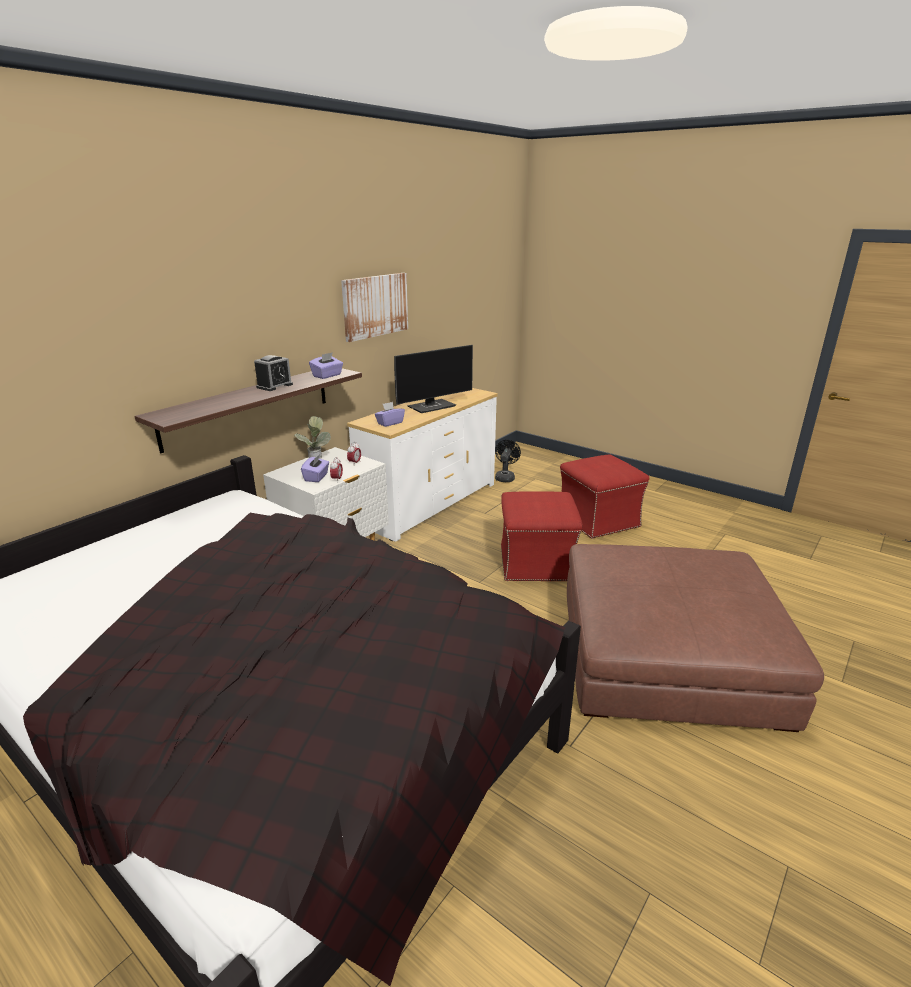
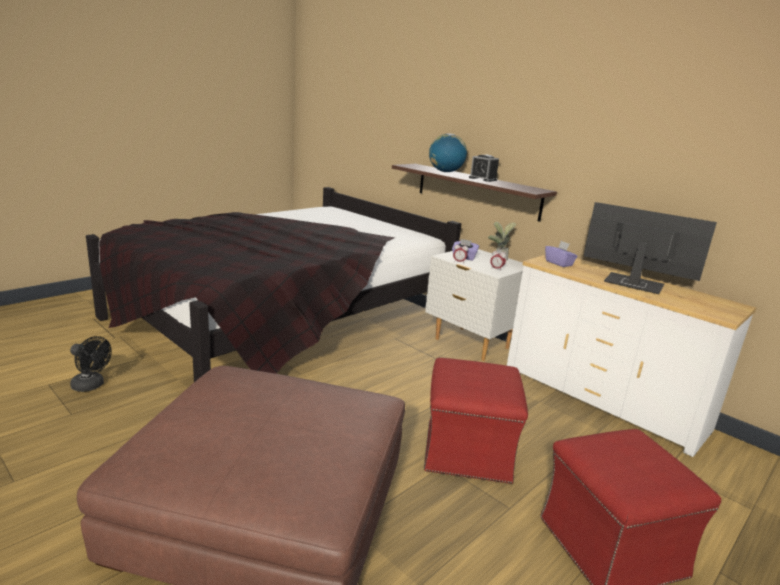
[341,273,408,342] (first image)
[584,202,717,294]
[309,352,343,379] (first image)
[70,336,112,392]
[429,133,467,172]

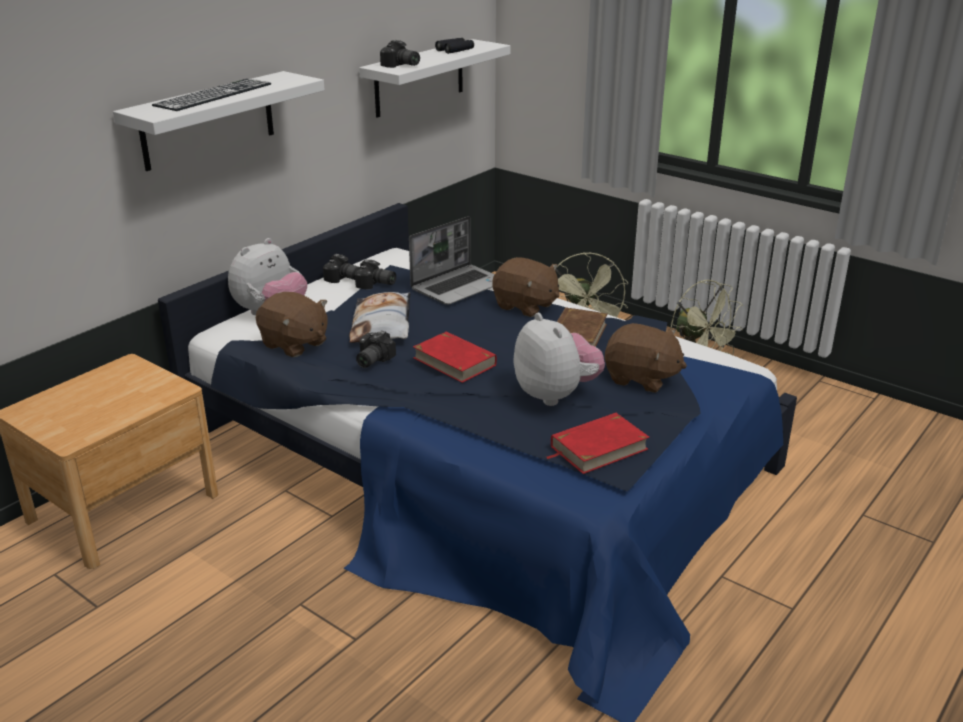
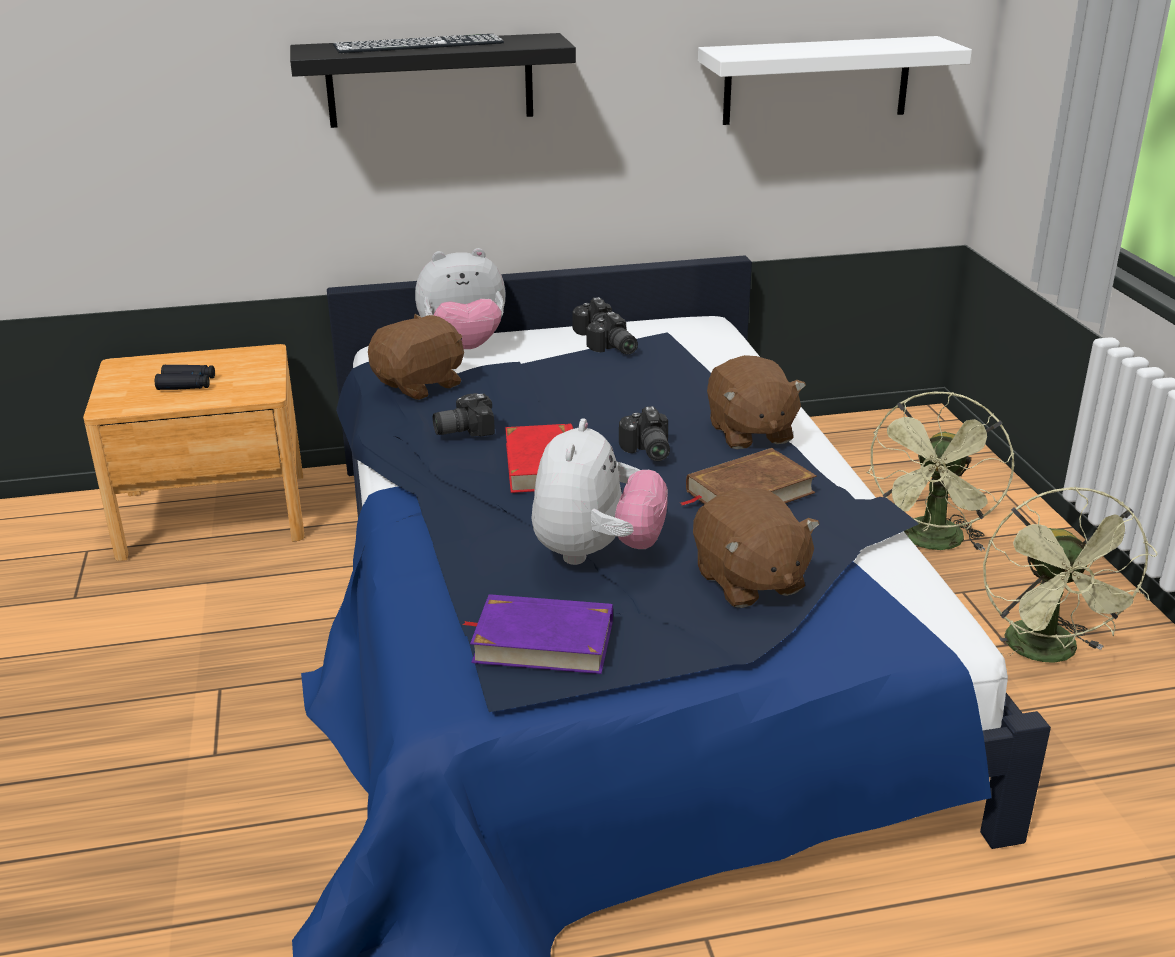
[155,365,215,390]
[619,406,670,461]
[290,33,576,128]
[409,216,495,305] (first image)
[368,314,464,400]
[349,292,410,343] (first image)
[462,594,613,674]

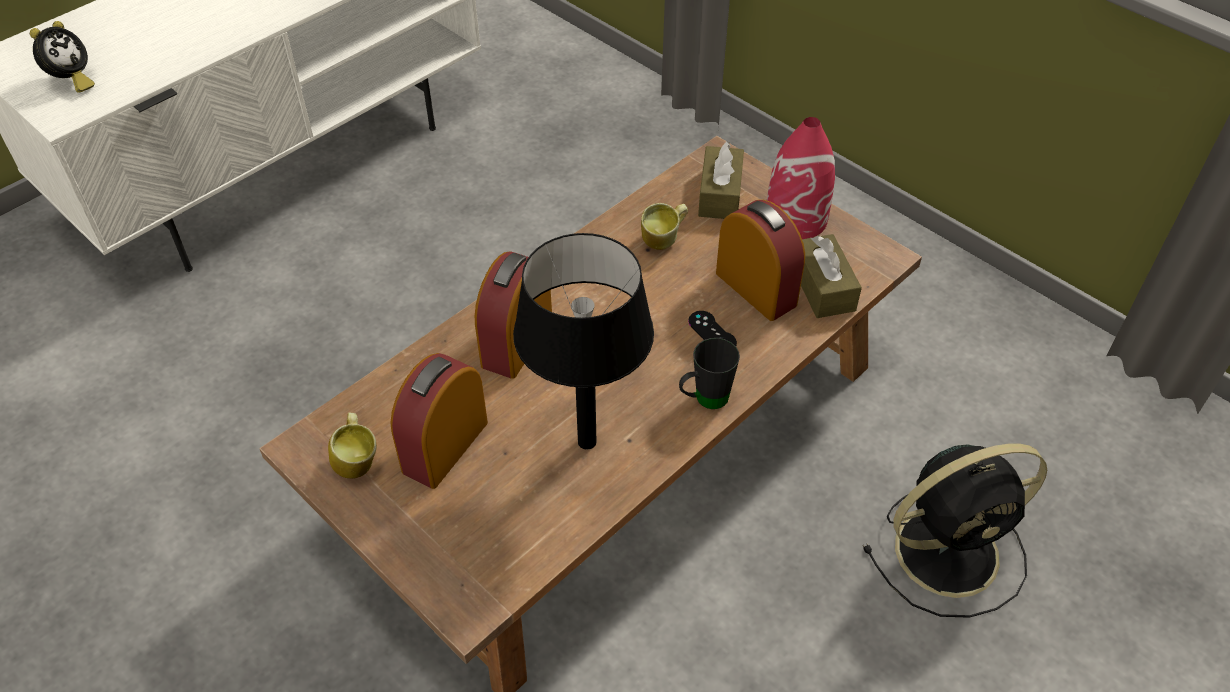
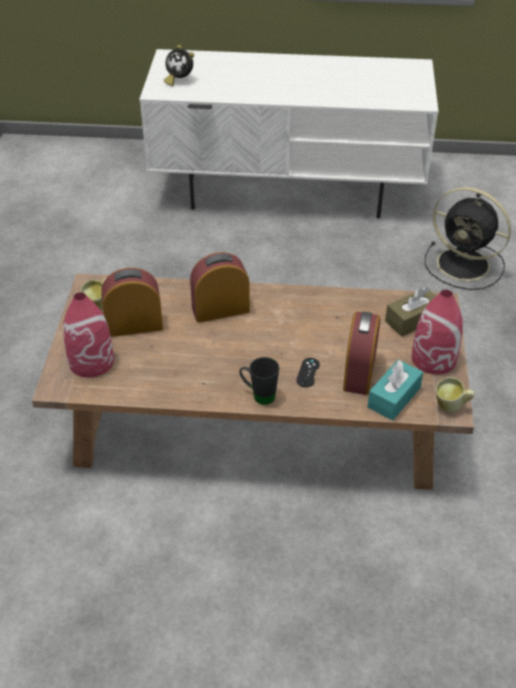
[164,45,194,86]
[436,377,475,412]
[513,233,654,449] (first image)
[368,360,423,420]
[425,187,511,290]
[63,292,114,378]

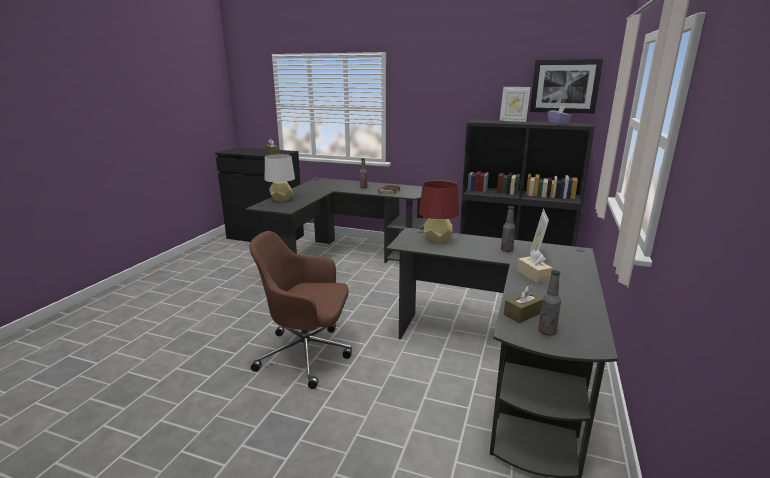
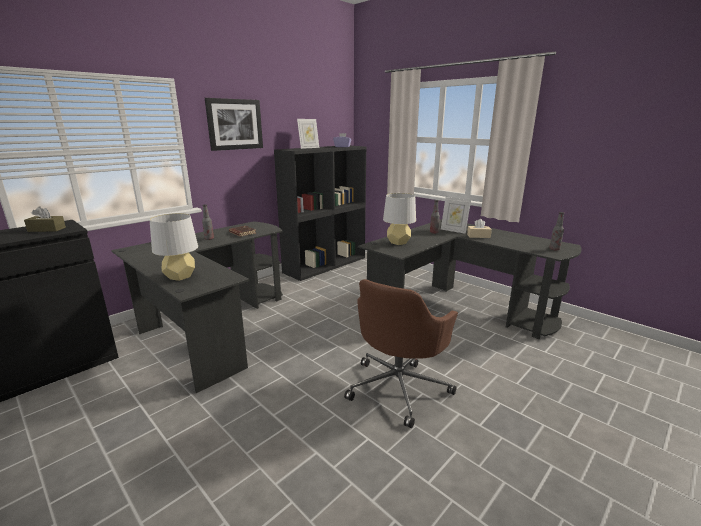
[205,98,263,151]
[383,193,416,245]
[504,285,543,323] (first image)

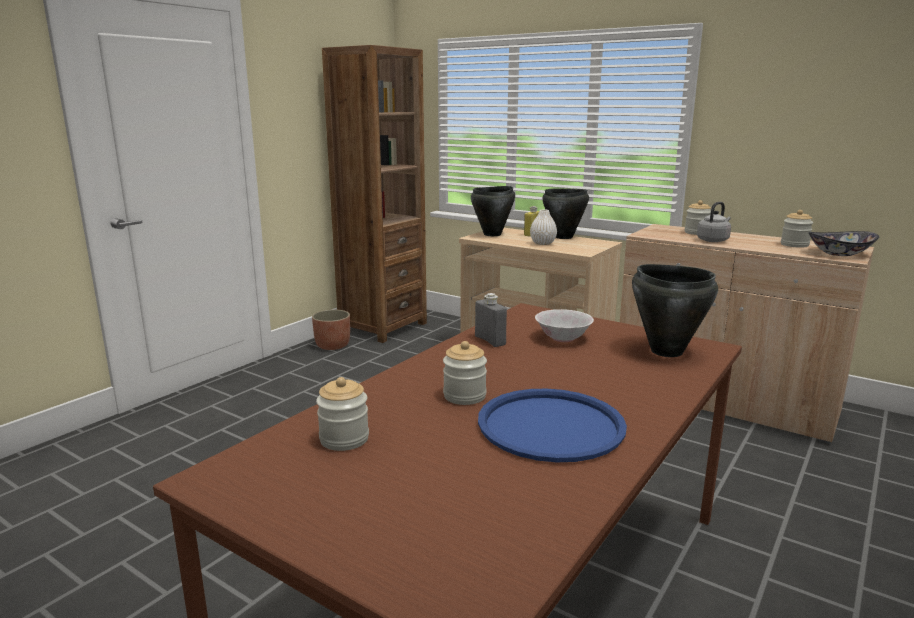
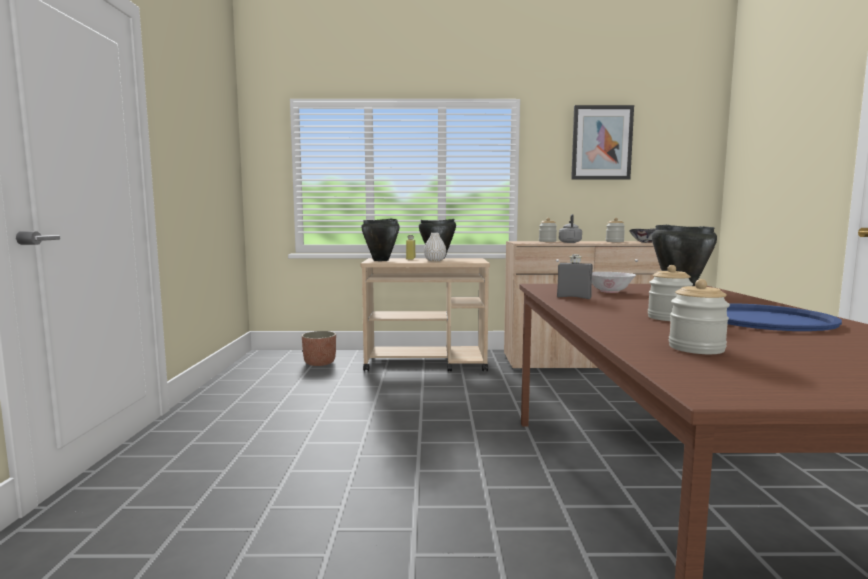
[322,45,427,343] (first image)
[302,331,336,366]
[571,105,634,180]

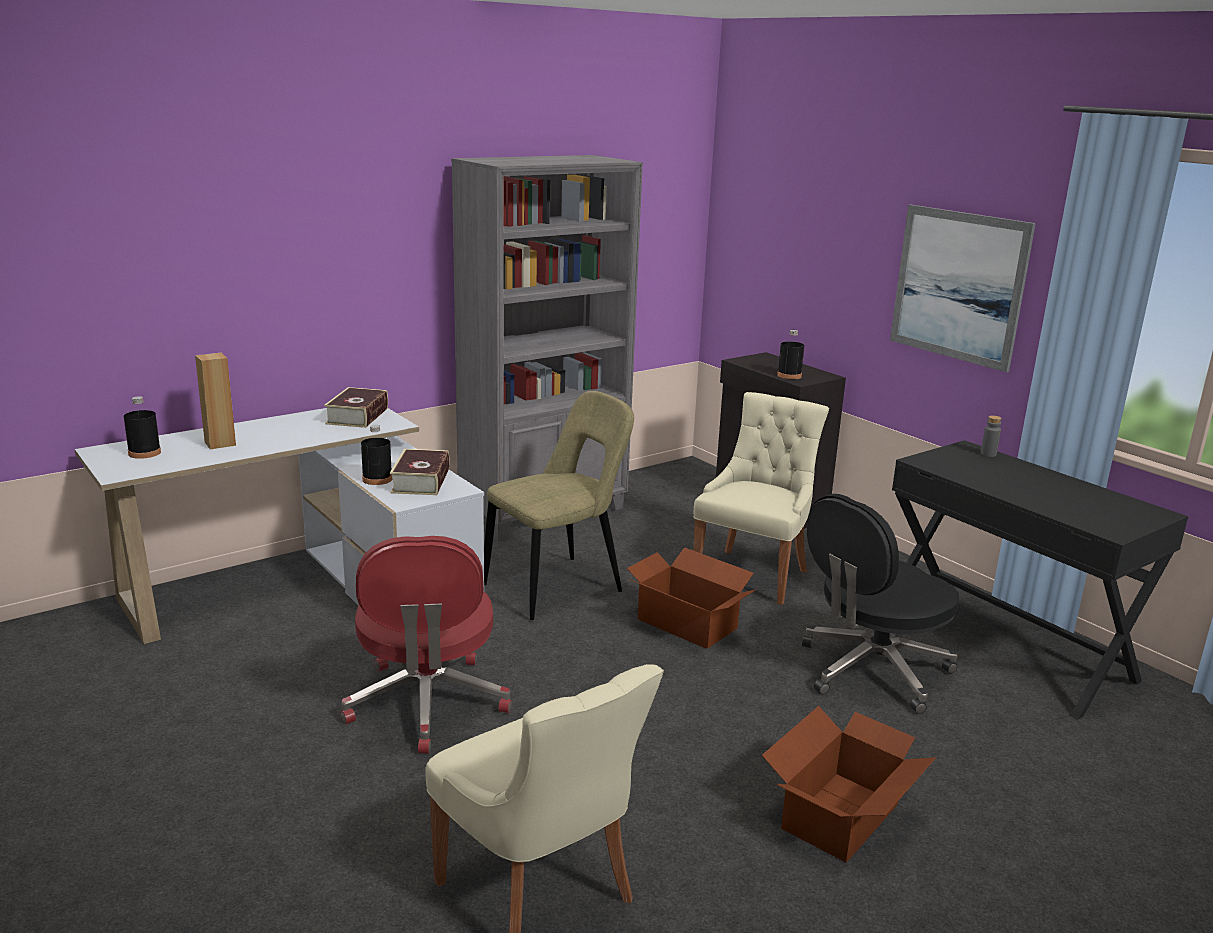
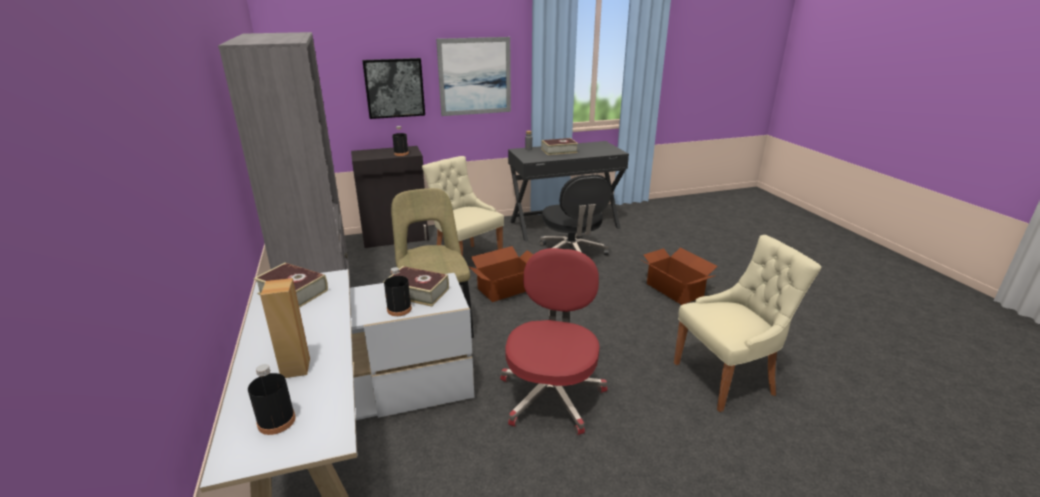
[500,248,607,435]
[362,58,425,119]
[541,138,578,155]

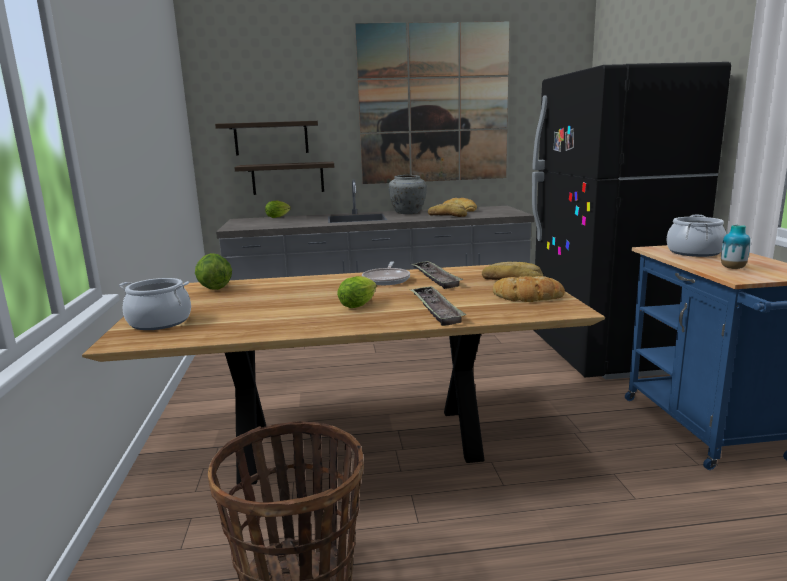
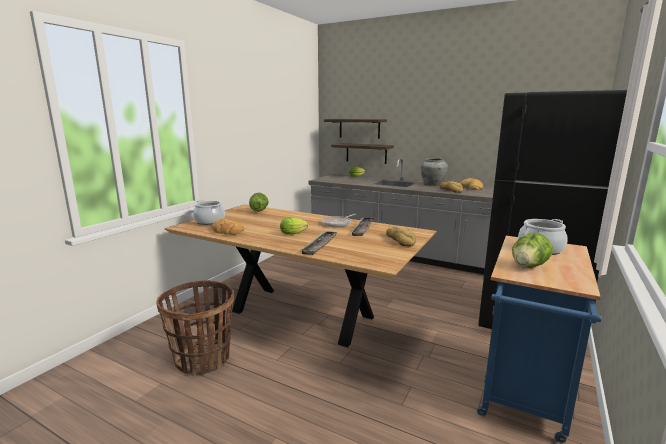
[355,21,510,184] (first image)
[512,233,553,268]
[212,218,244,235]

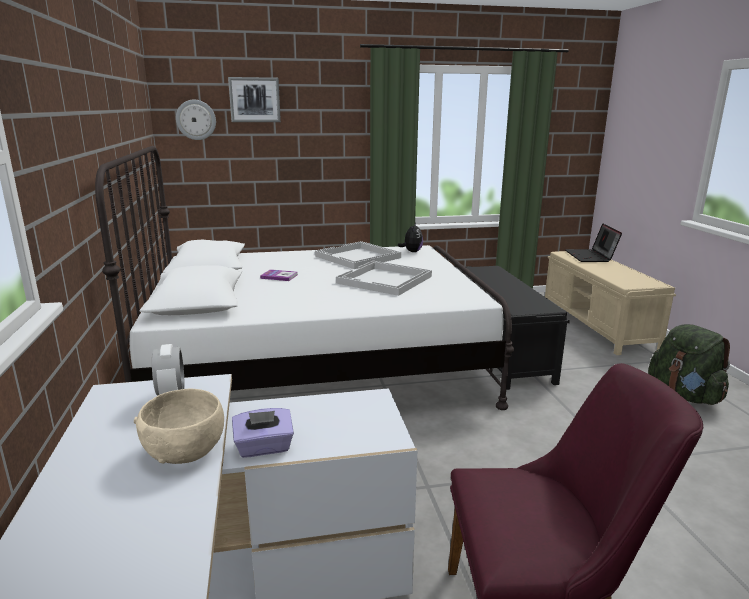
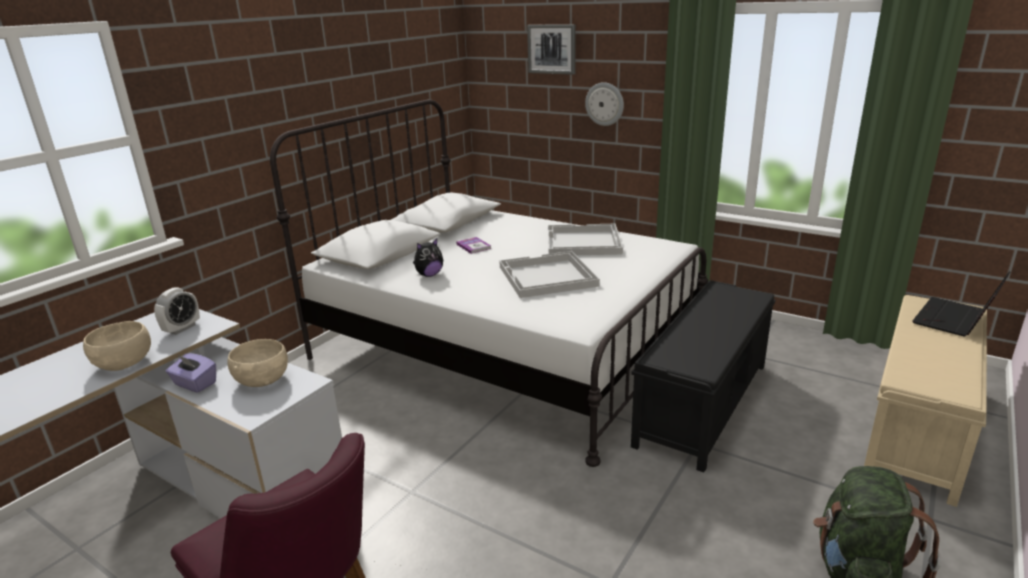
[585,82,624,126]
[413,238,443,277]
[227,339,288,387]

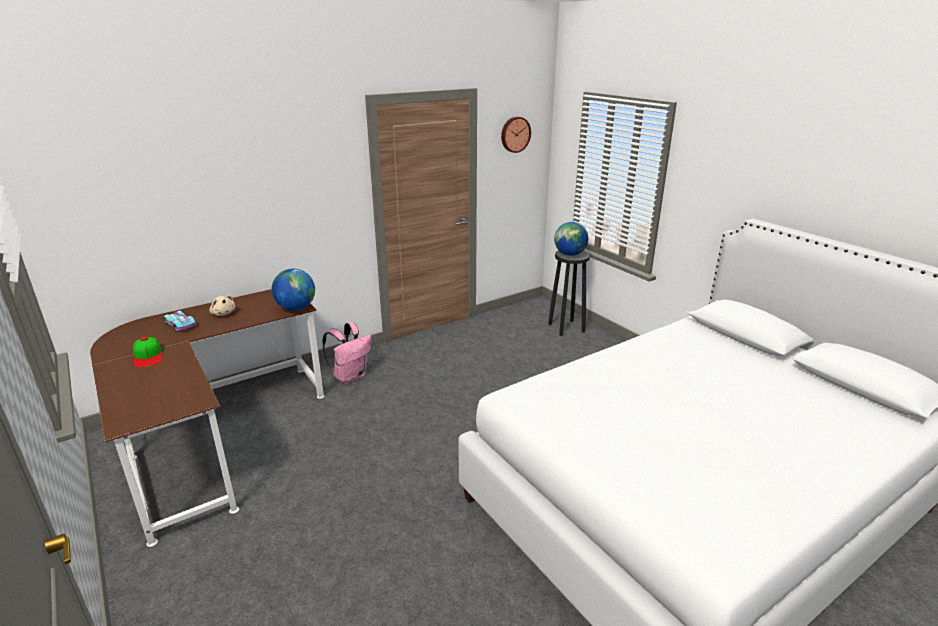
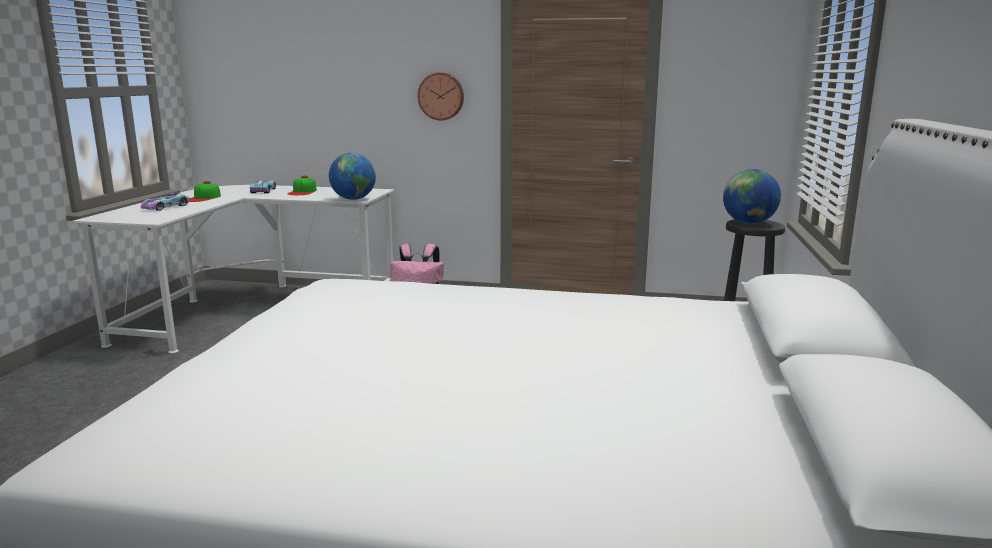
[417,72,464,120]
[72,185,394,353]
[288,176,317,195]
[141,192,190,211]

